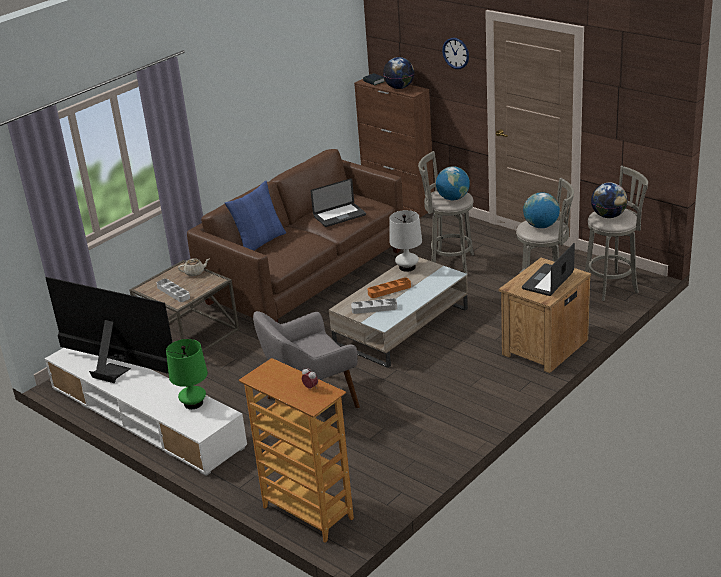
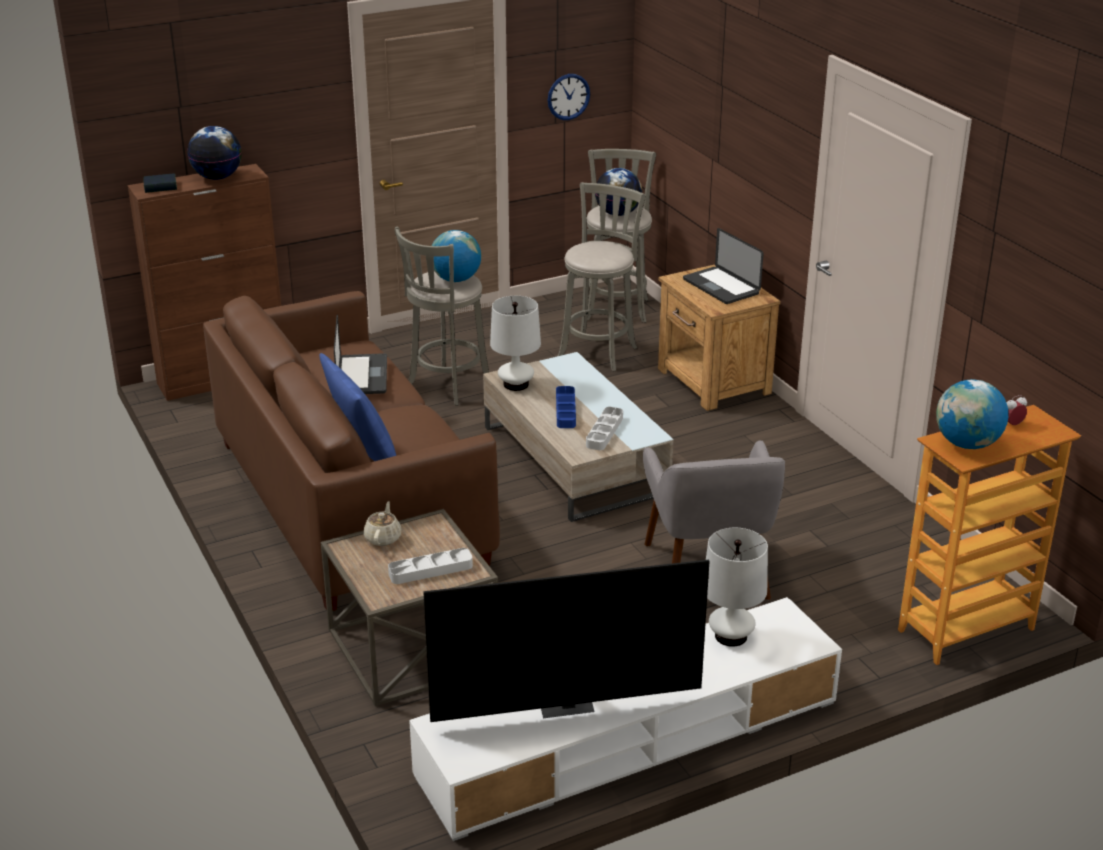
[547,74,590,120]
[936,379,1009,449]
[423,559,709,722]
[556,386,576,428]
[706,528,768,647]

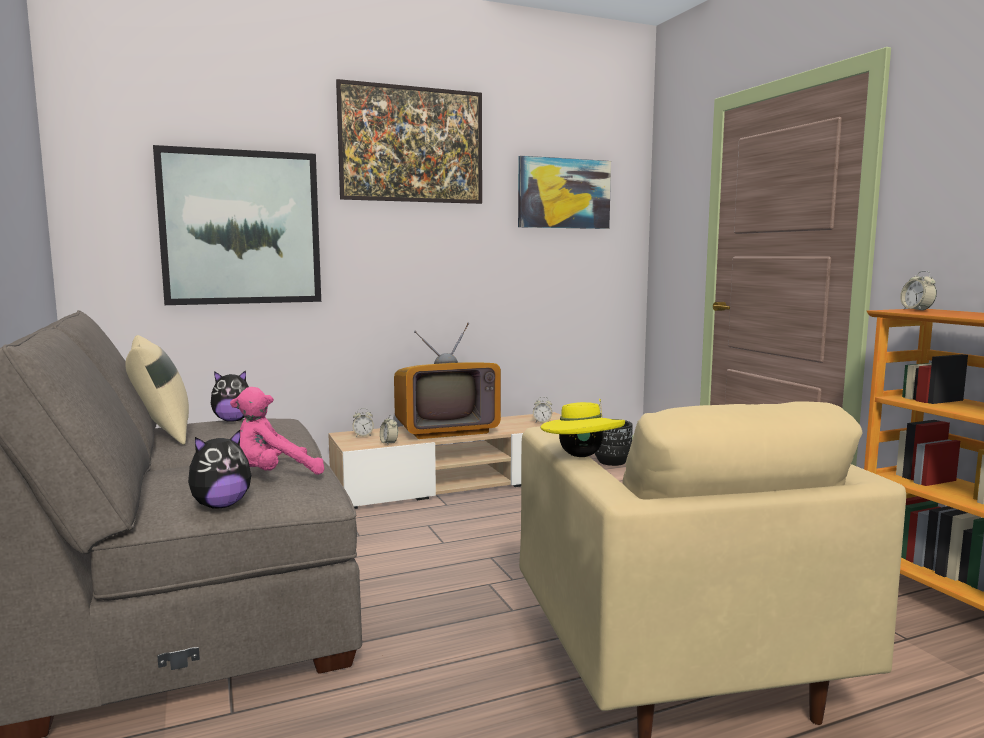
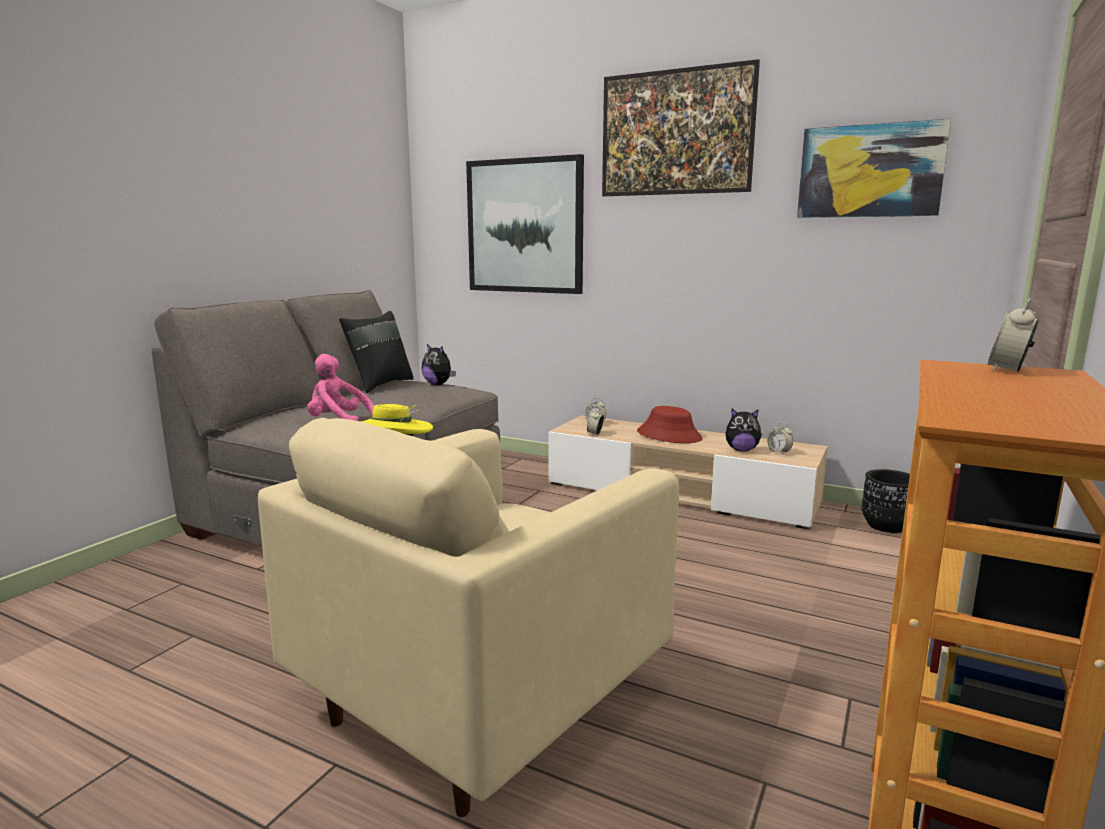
[637,406,703,443]
[339,311,414,393]
[725,409,762,451]

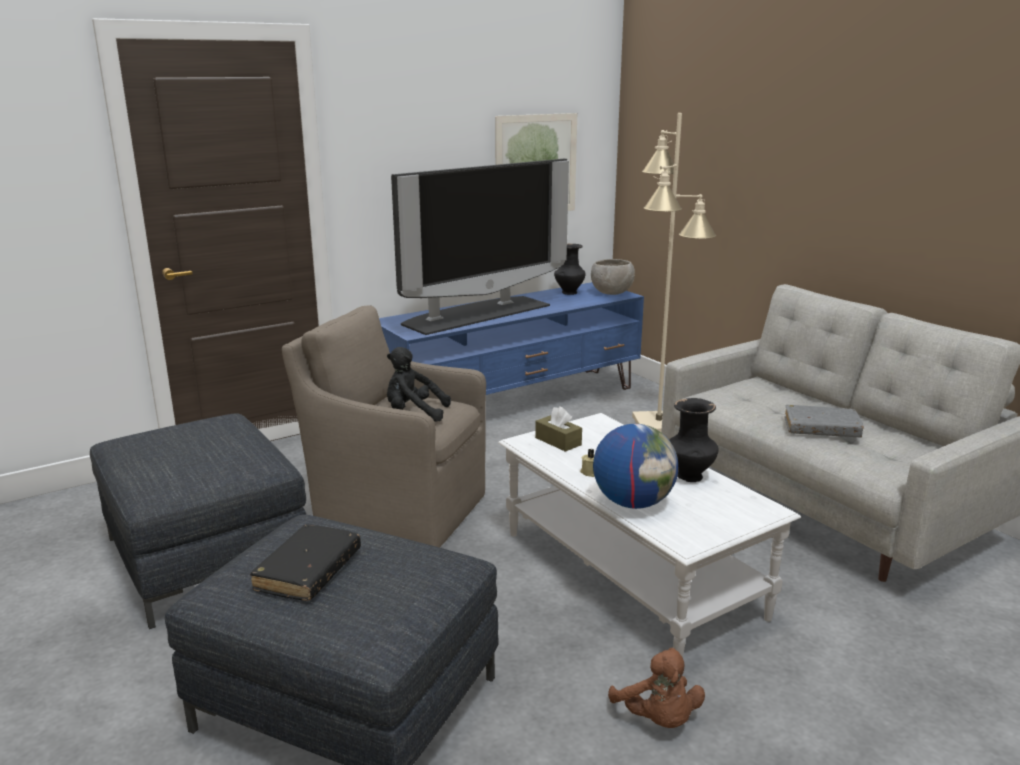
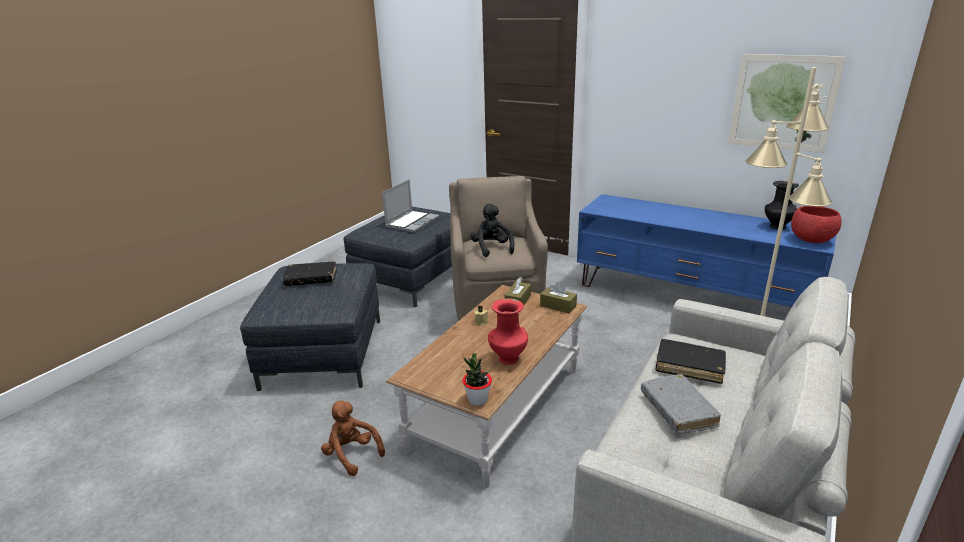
[391,159,569,335] (first image)
[791,206,842,243]
[488,299,528,365]
[386,285,587,488]
[593,424,678,509] (first image)
[321,400,385,476]
[382,179,439,233]
[540,282,577,314]
[656,339,726,384]
[462,353,492,406]

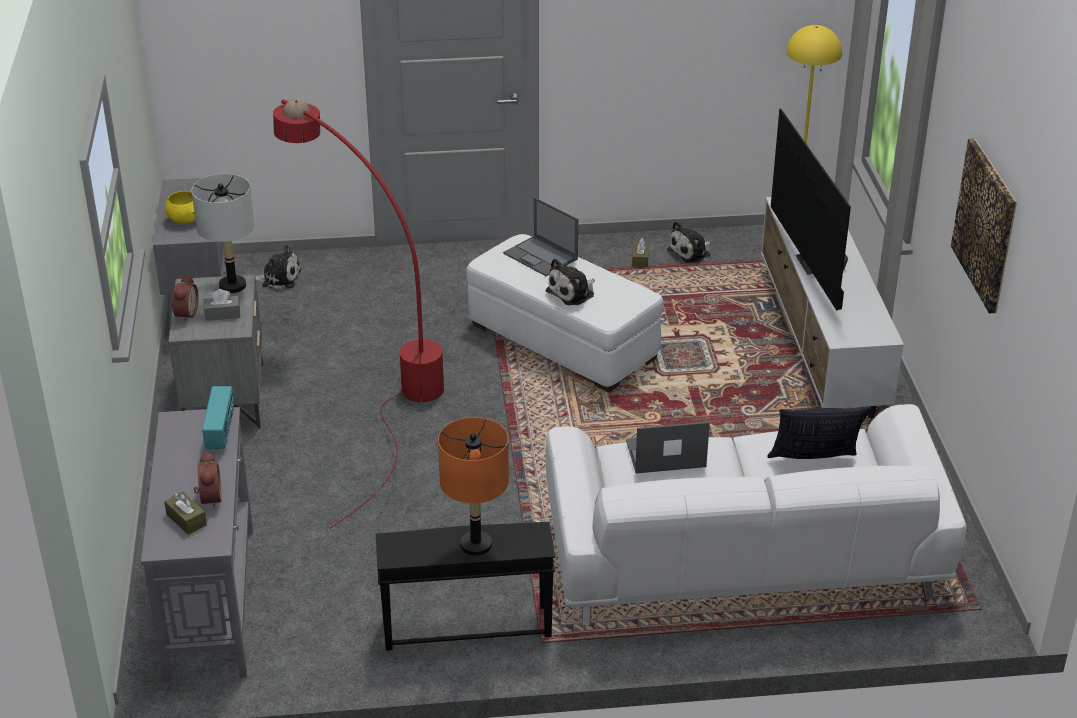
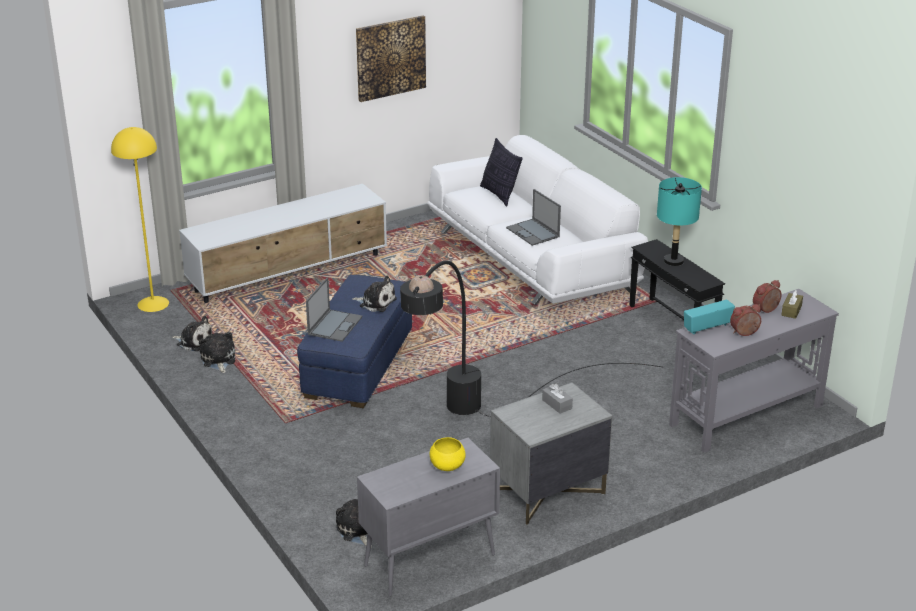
[400,260,662,417]
[771,108,851,311] (first image)
[192,174,254,293] (first image)
[297,275,412,408]
[199,332,235,373]
[730,304,761,336]
[657,177,702,266]

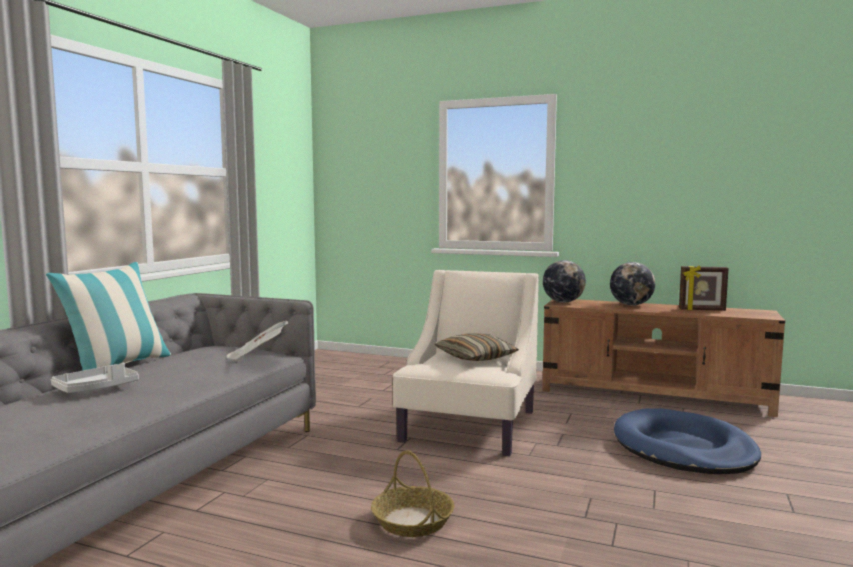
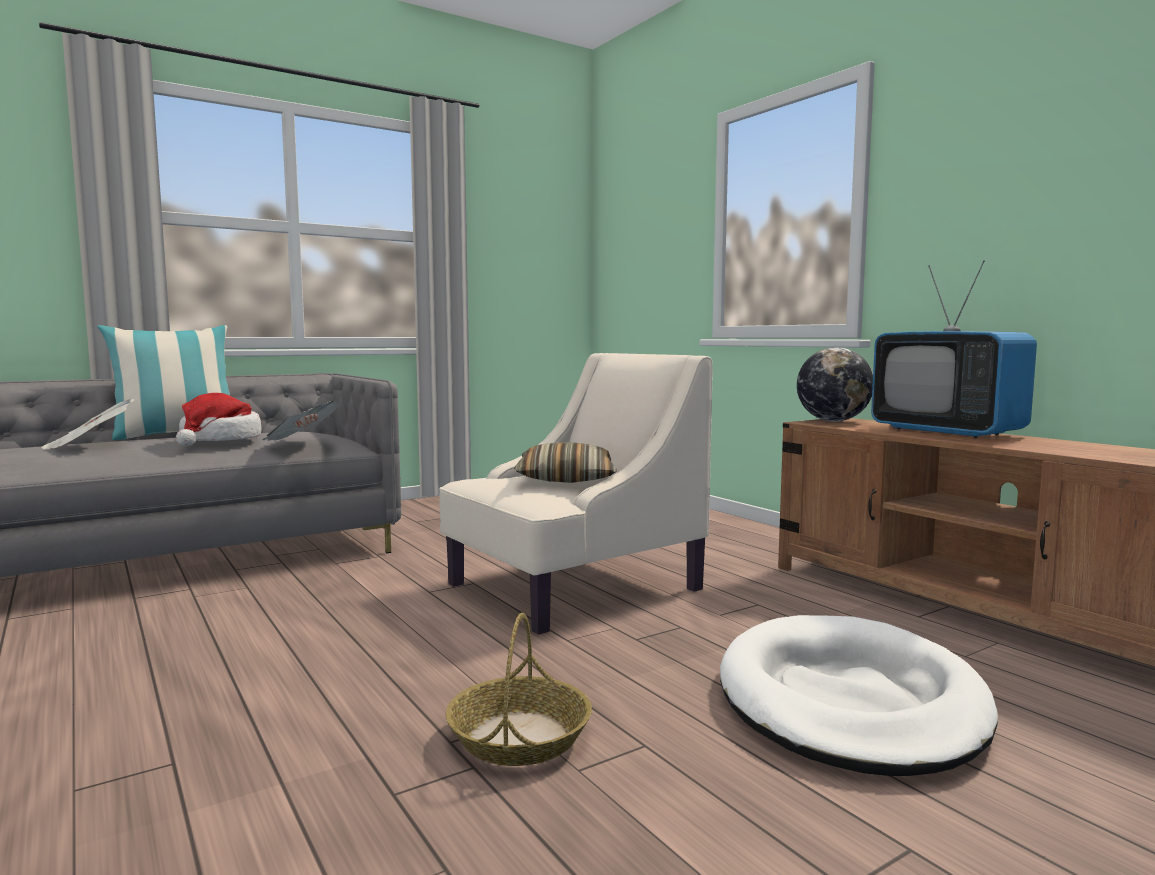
[871,260,1037,438]
[679,266,729,311] (first image)
[42,399,135,449]
[720,615,998,776]
[446,613,592,766]
[176,393,262,447]

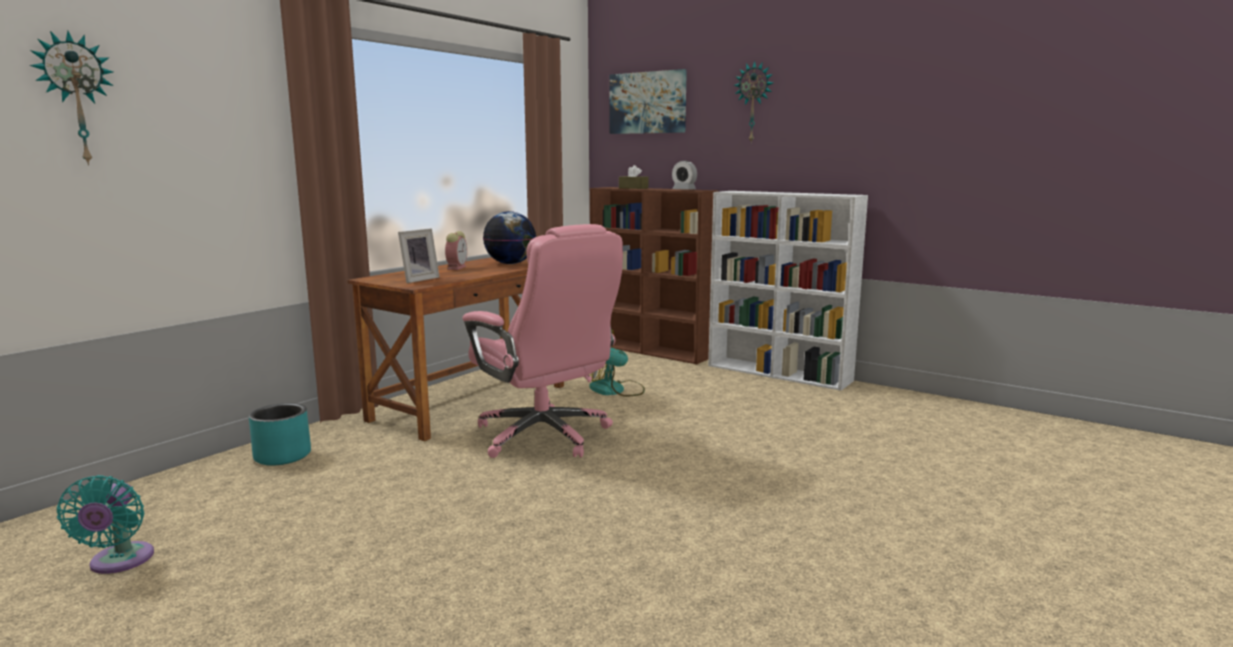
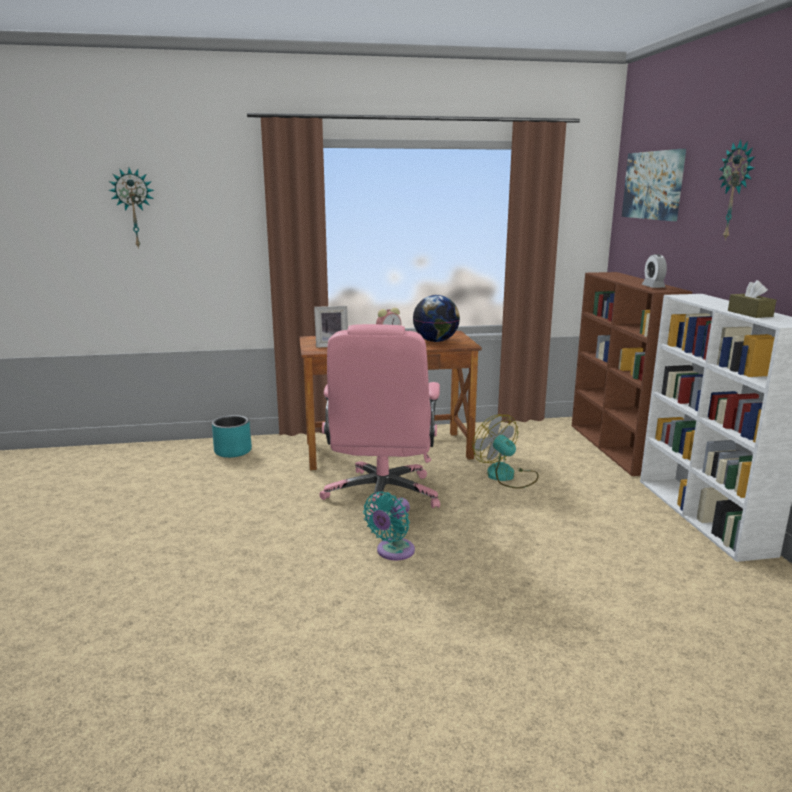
[728,280,776,318]
[363,491,415,560]

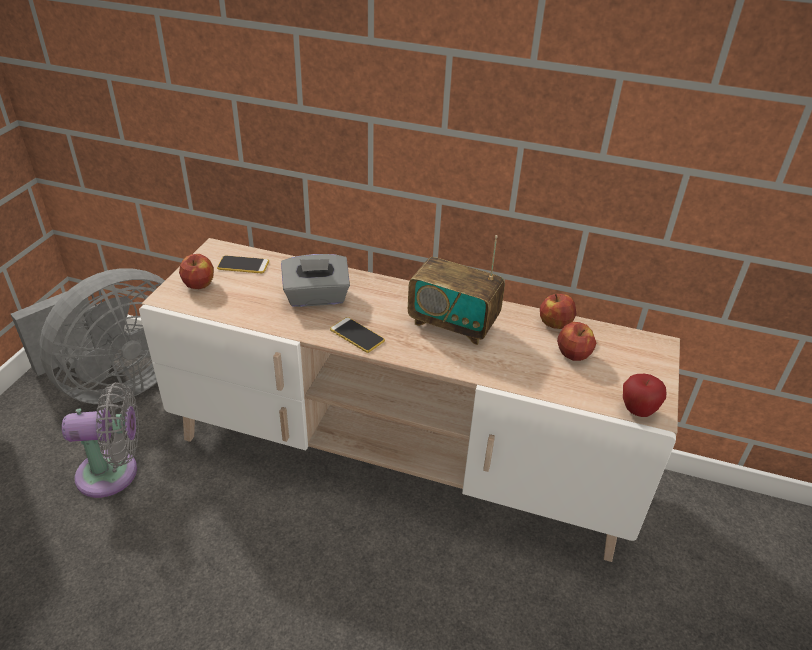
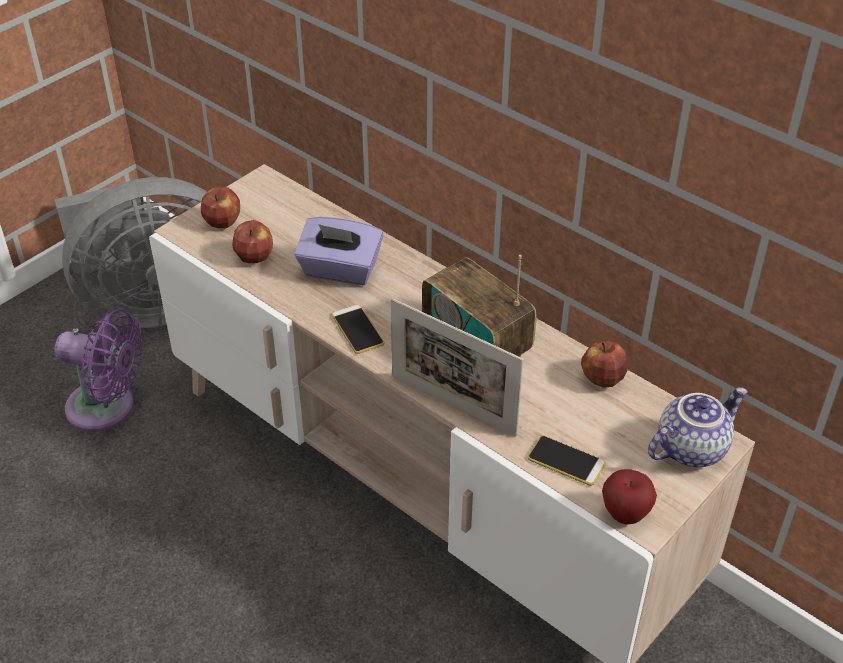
[295,217,383,285]
[527,436,606,486]
[232,220,273,264]
[54,310,143,432]
[390,298,524,437]
[648,387,748,467]

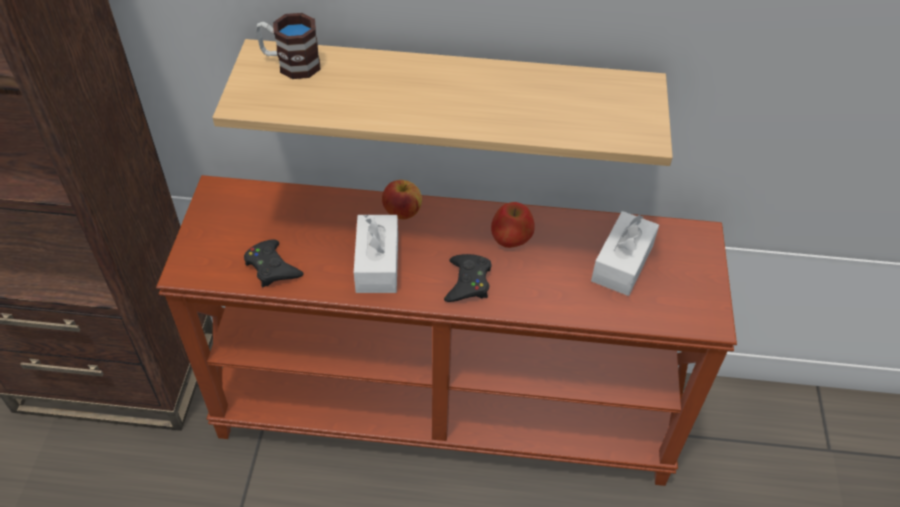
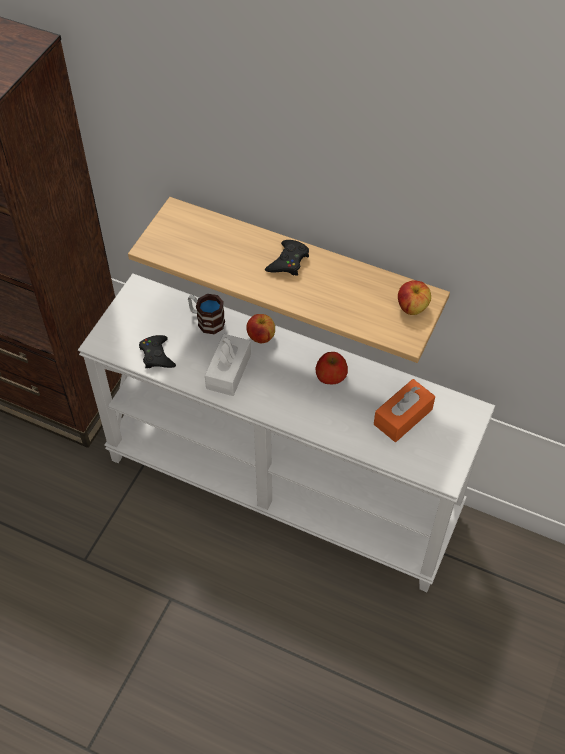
[188,294,225,334]
[78,273,495,592]
[374,379,435,442]
[265,240,309,276]
[398,280,431,315]

